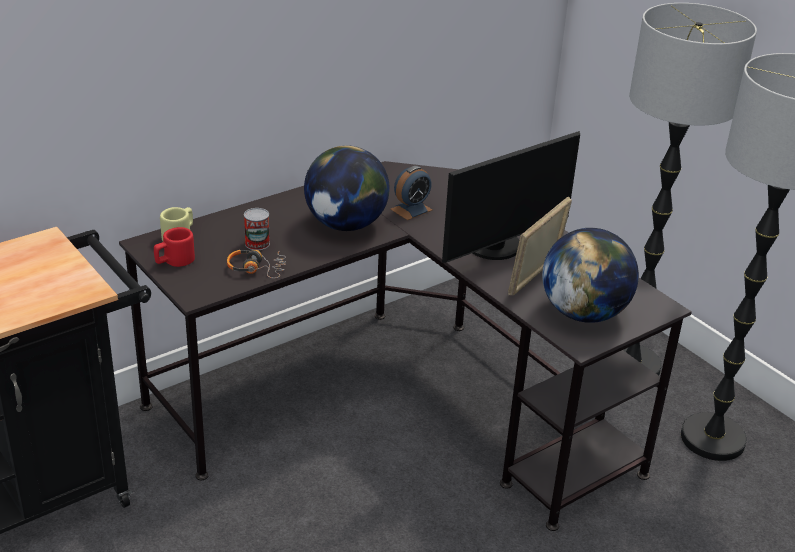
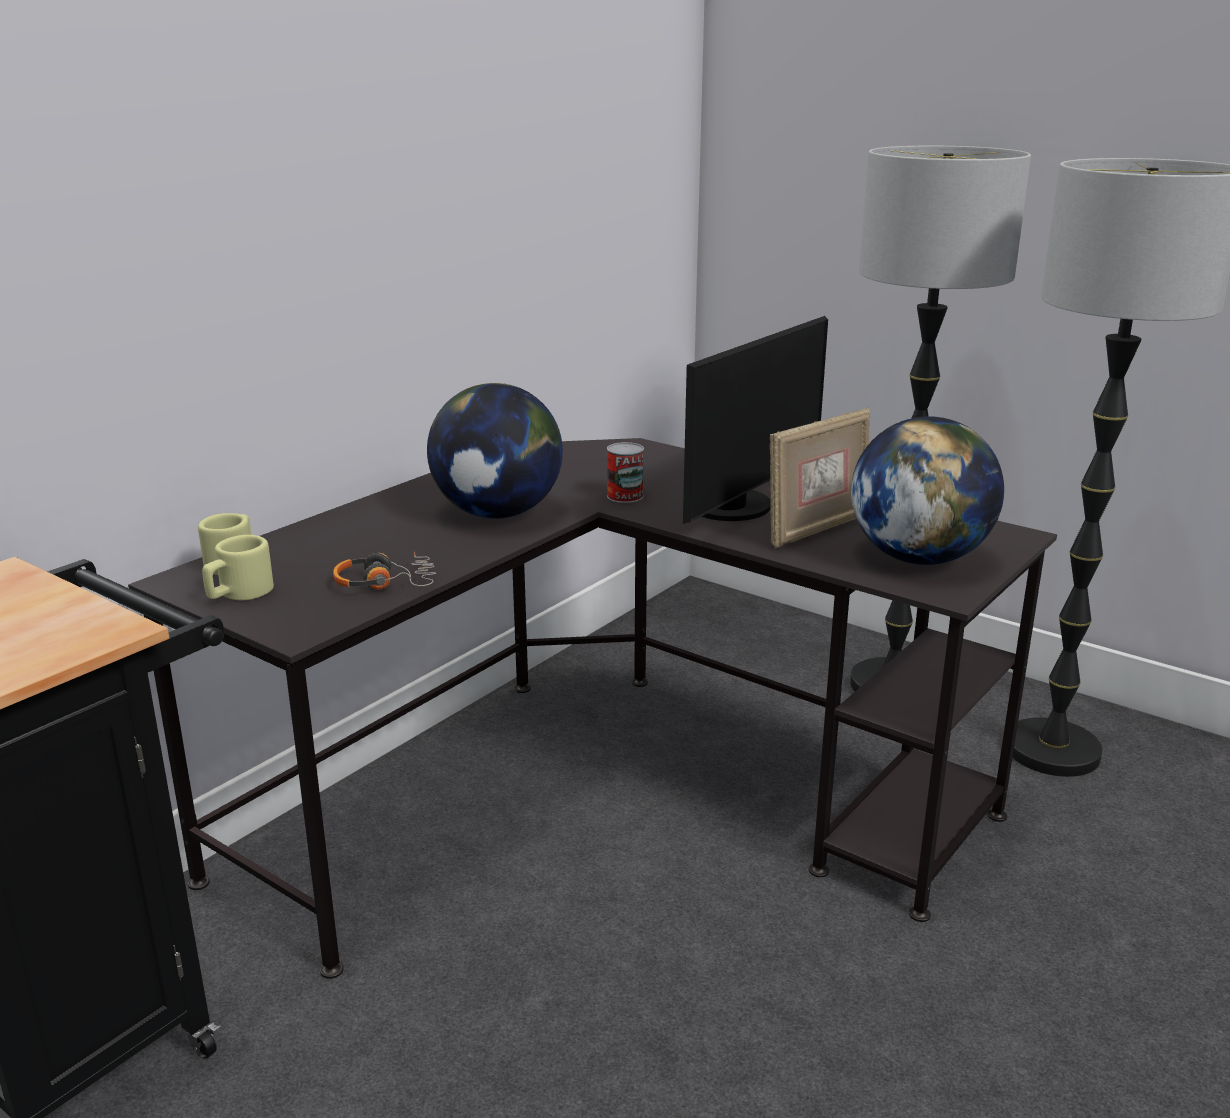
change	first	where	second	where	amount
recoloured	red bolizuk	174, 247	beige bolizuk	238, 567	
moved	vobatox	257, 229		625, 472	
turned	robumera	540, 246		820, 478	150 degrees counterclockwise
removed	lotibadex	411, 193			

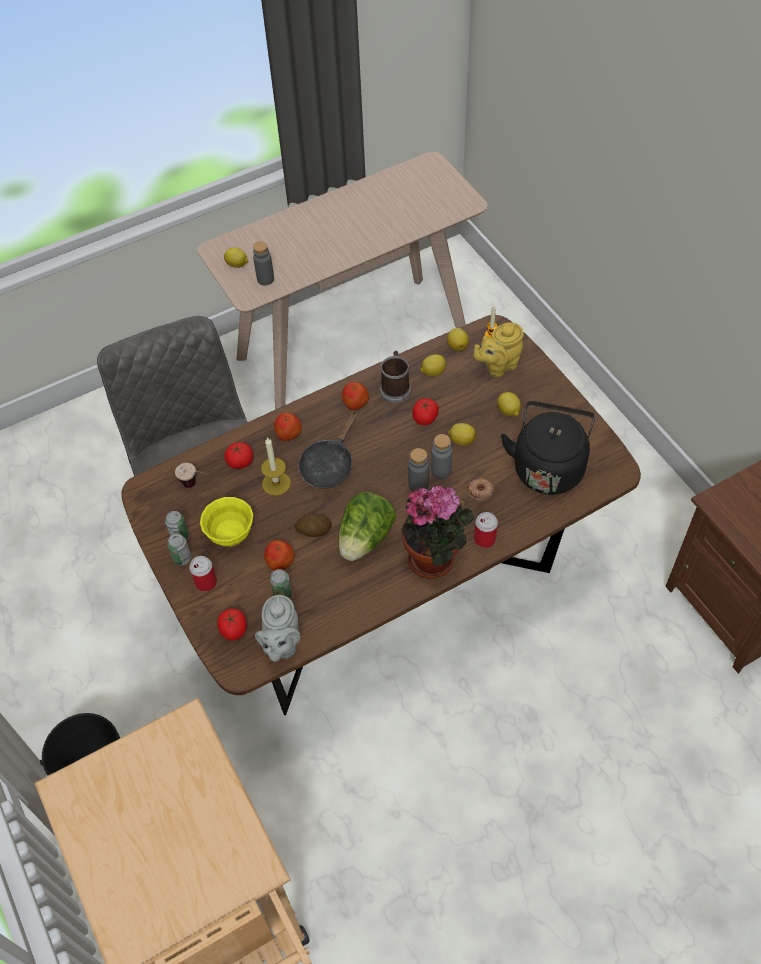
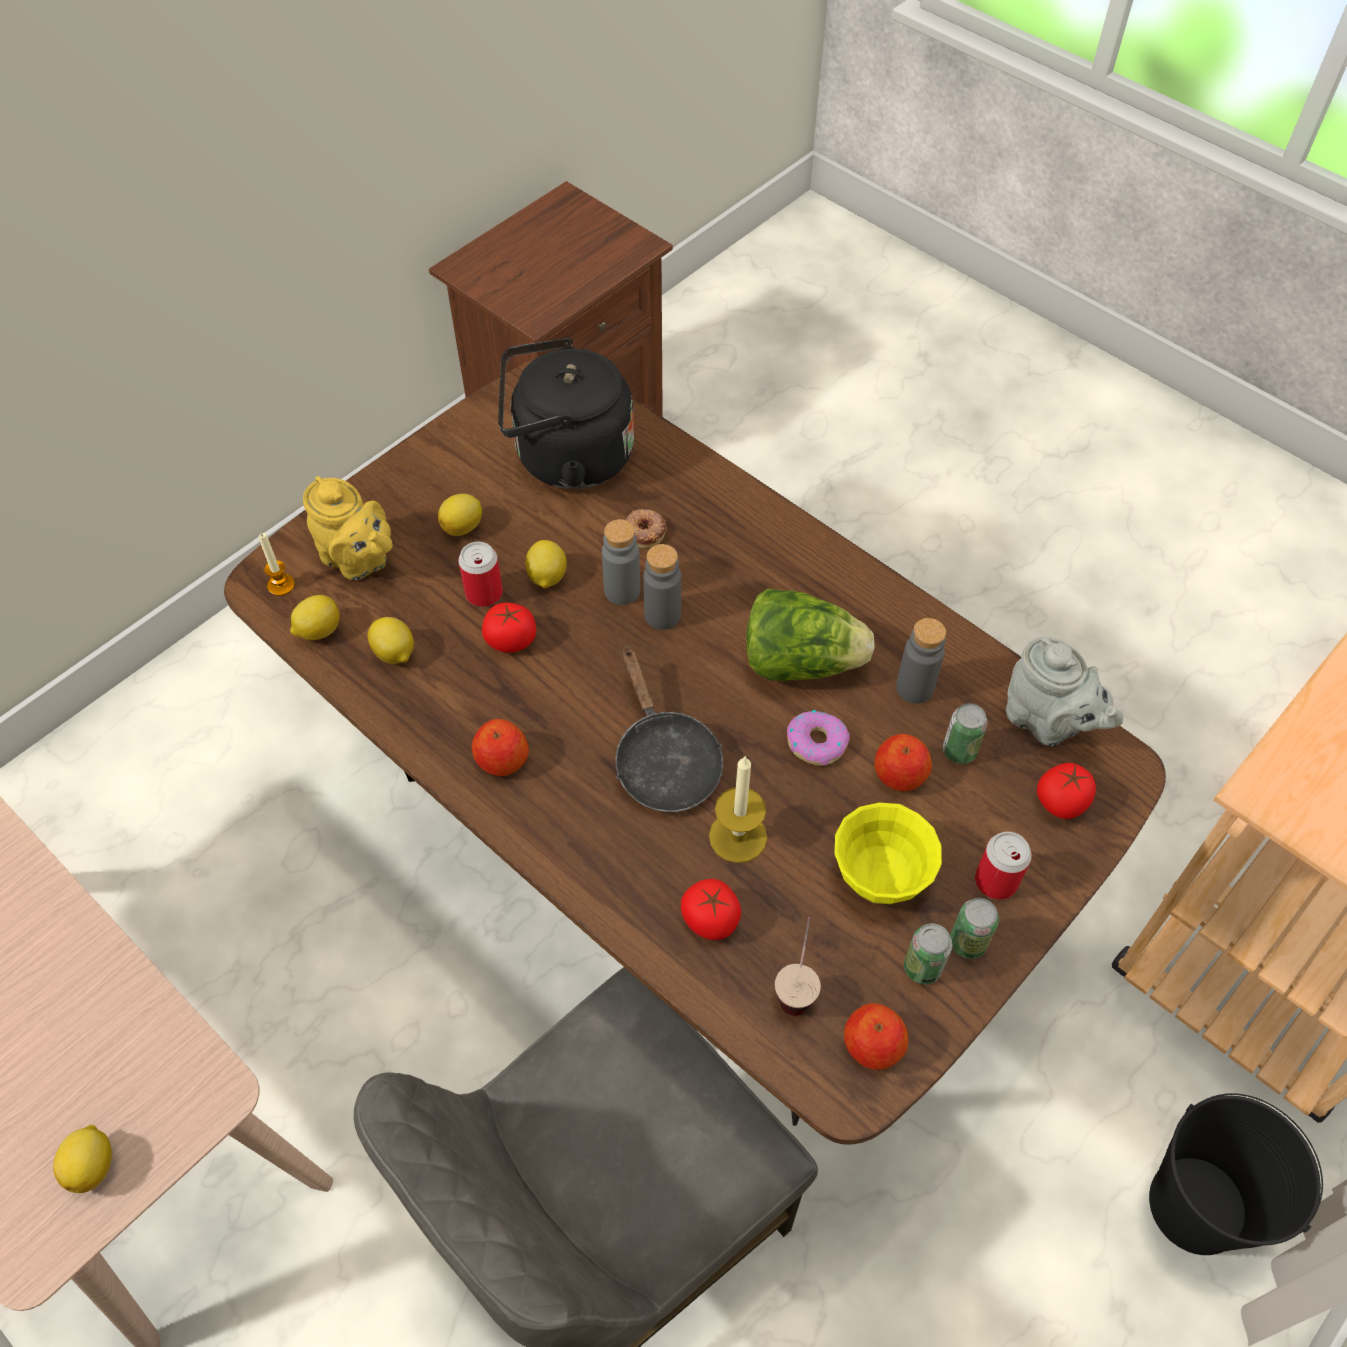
change	first	where	second	where	amount
moved	vobatox	486, 530		480, 574	
turned	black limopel	328, 449		669, 729	60 degrees clockwise
replaced	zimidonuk	313, 525	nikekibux	818, 738	
moved	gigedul	288, 426		876, 1036	
moved	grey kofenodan	263, 263		921, 661	
turned	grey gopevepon	277, 628		1064, 691	60 degrees clockwise
removed	bolizuk	395, 377			
removed	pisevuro	437, 532			

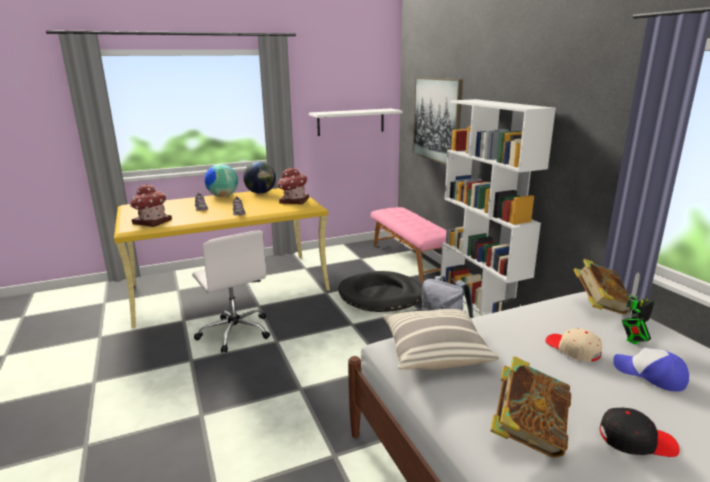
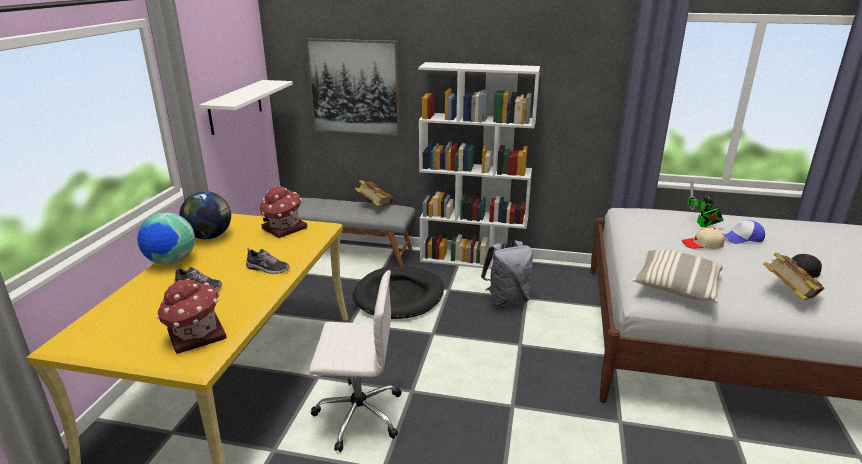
change	first	where	second	where	amount
recoloured	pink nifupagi	409, 244	grey nifupagi	356, 232	
moved	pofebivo	603, 286		374, 193	

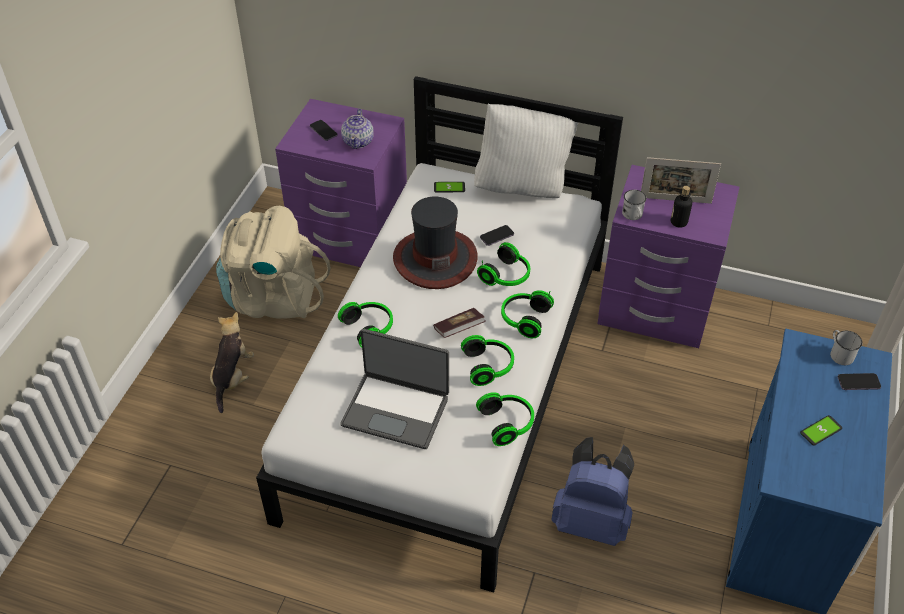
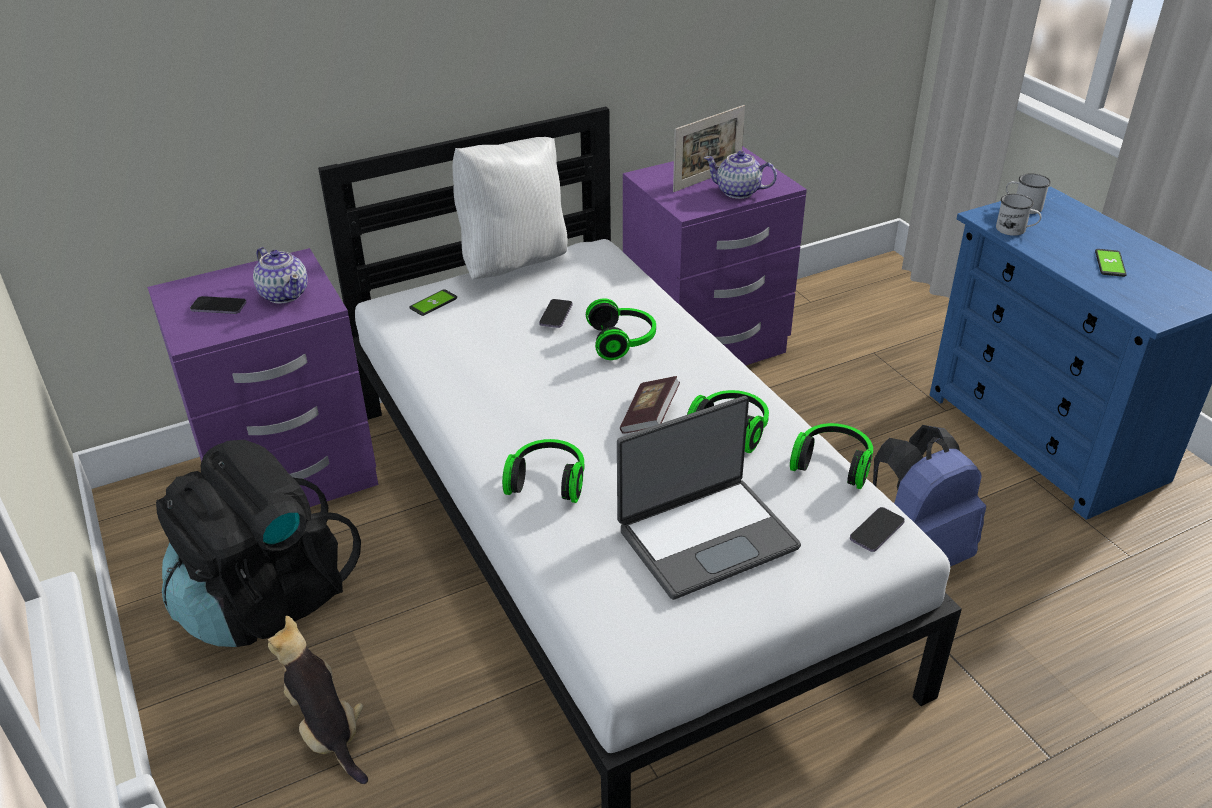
change	first	where	second	where	amount
recoloured	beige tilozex	273, 262	black tilozex	258, 543	
replaced	kofenodan	681, 206	gopevepon	740, 175	
moved	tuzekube	859, 381		877, 529	
moved	white bolizuk	634, 205		1018, 215	
removed	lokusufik	435, 243			
removed	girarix	527, 314			

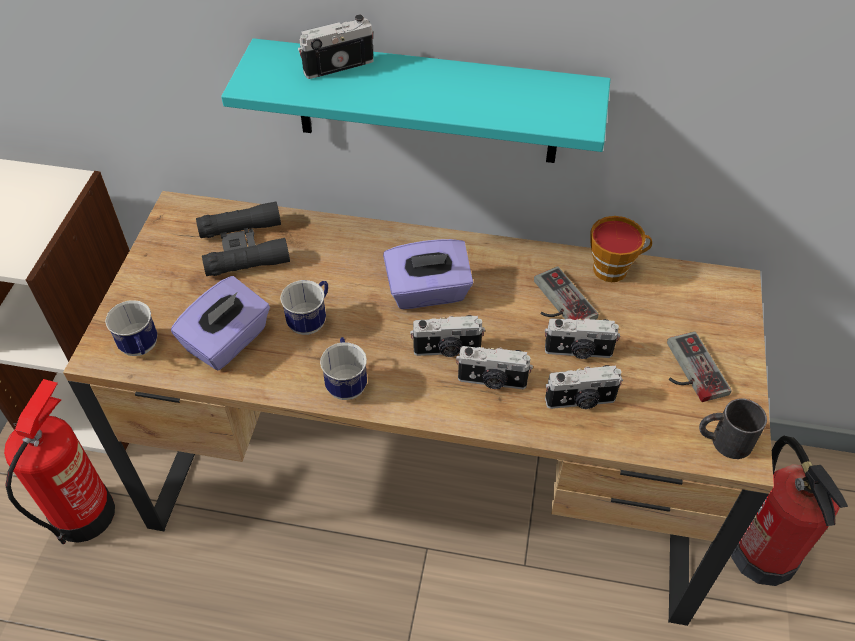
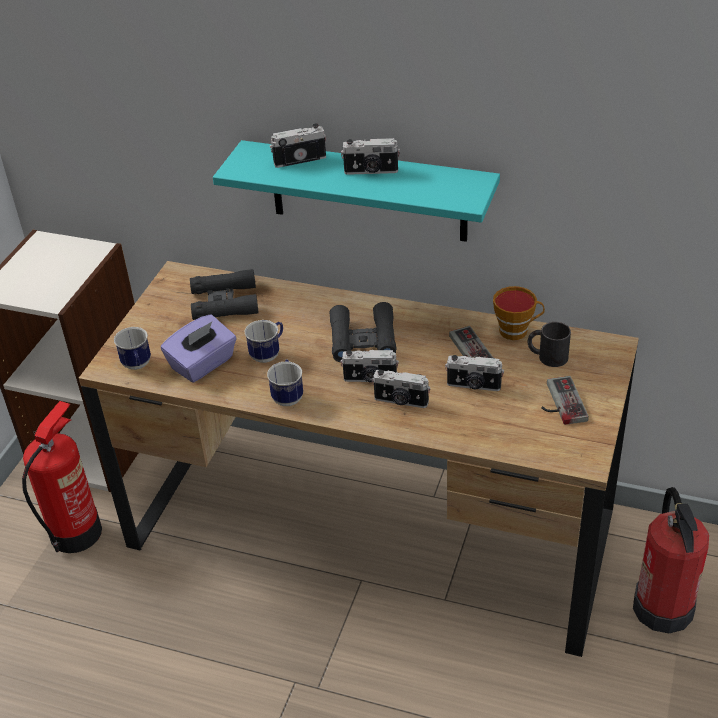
change	first	where	second	where	amount
replaced	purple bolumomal	428, 274	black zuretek	363, 332	
moved	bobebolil	584, 387		370, 156	
moved	black bolizuk	733, 428		549, 344	

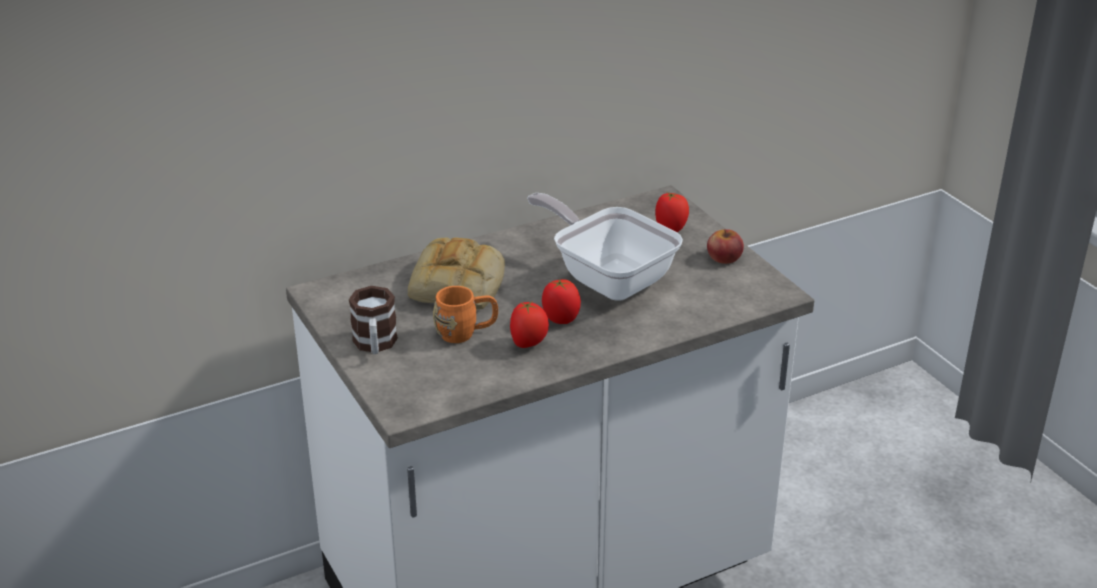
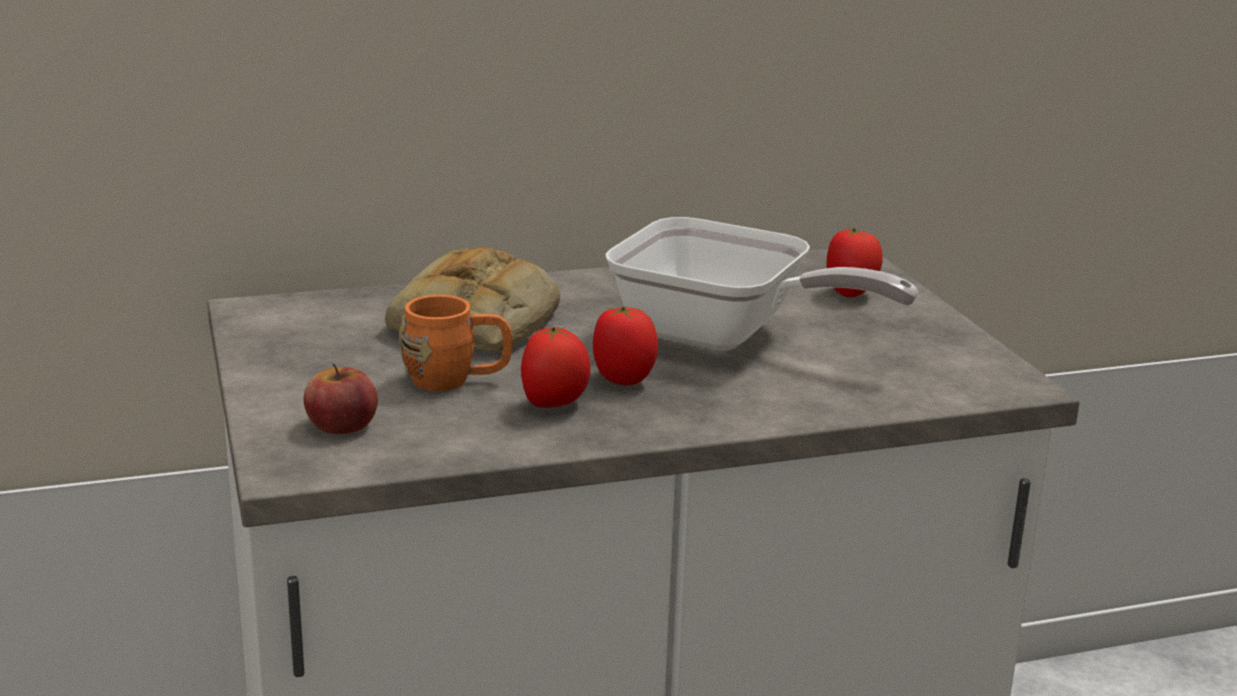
change	first	where	second	where	amount
moved	gigedul	725, 246		341, 398	
turned	limopel	605, 247		761, 284	150 degrees clockwise
removed	bolizuk	373, 320			

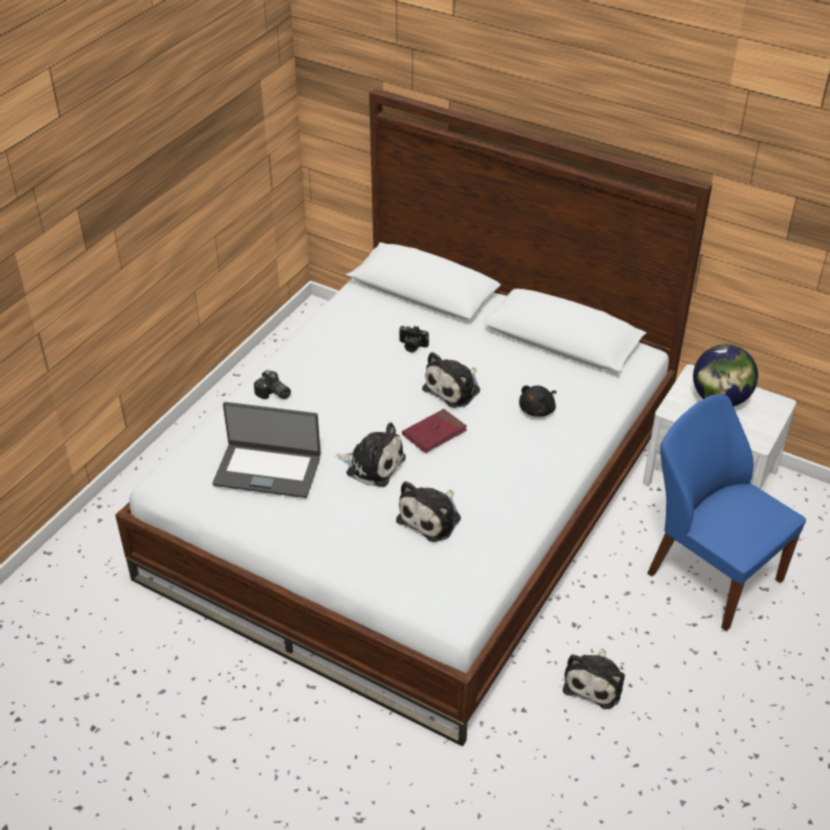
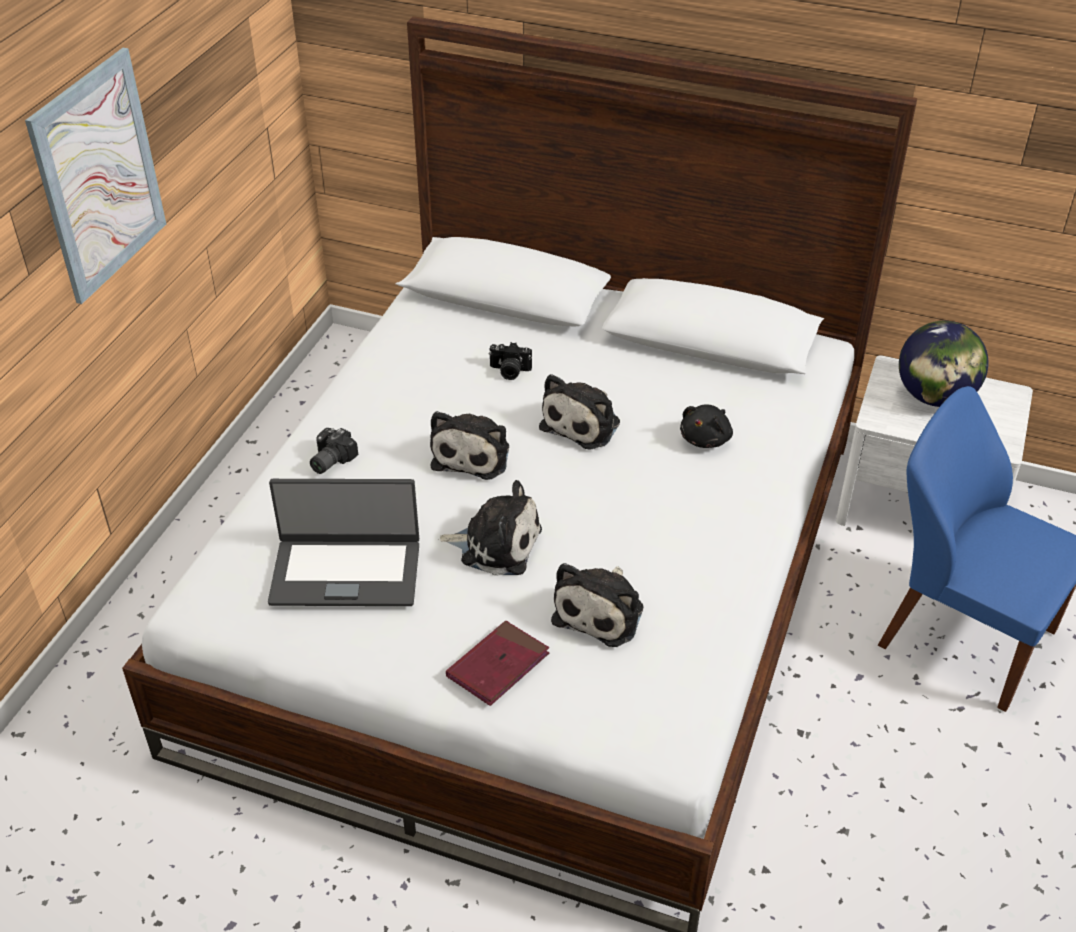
change	first	where	second	where	amount
added			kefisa	95, 176	
turned	bobebolil	272, 384		334, 451	90 degrees clockwise
moved	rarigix	594, 678		469, 445	
moved	red pofebivo	434, 431		497, 663	

